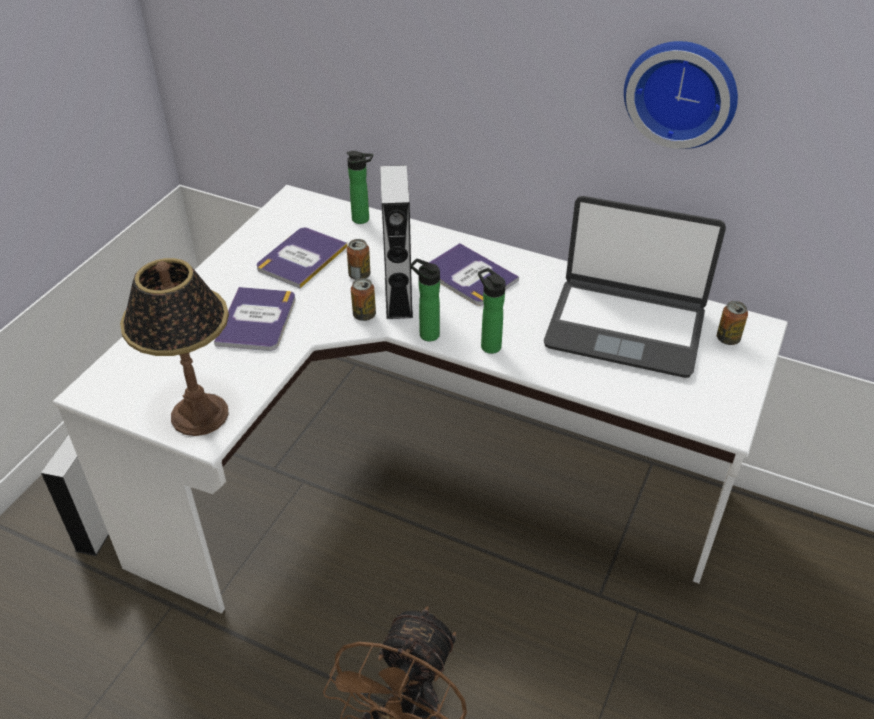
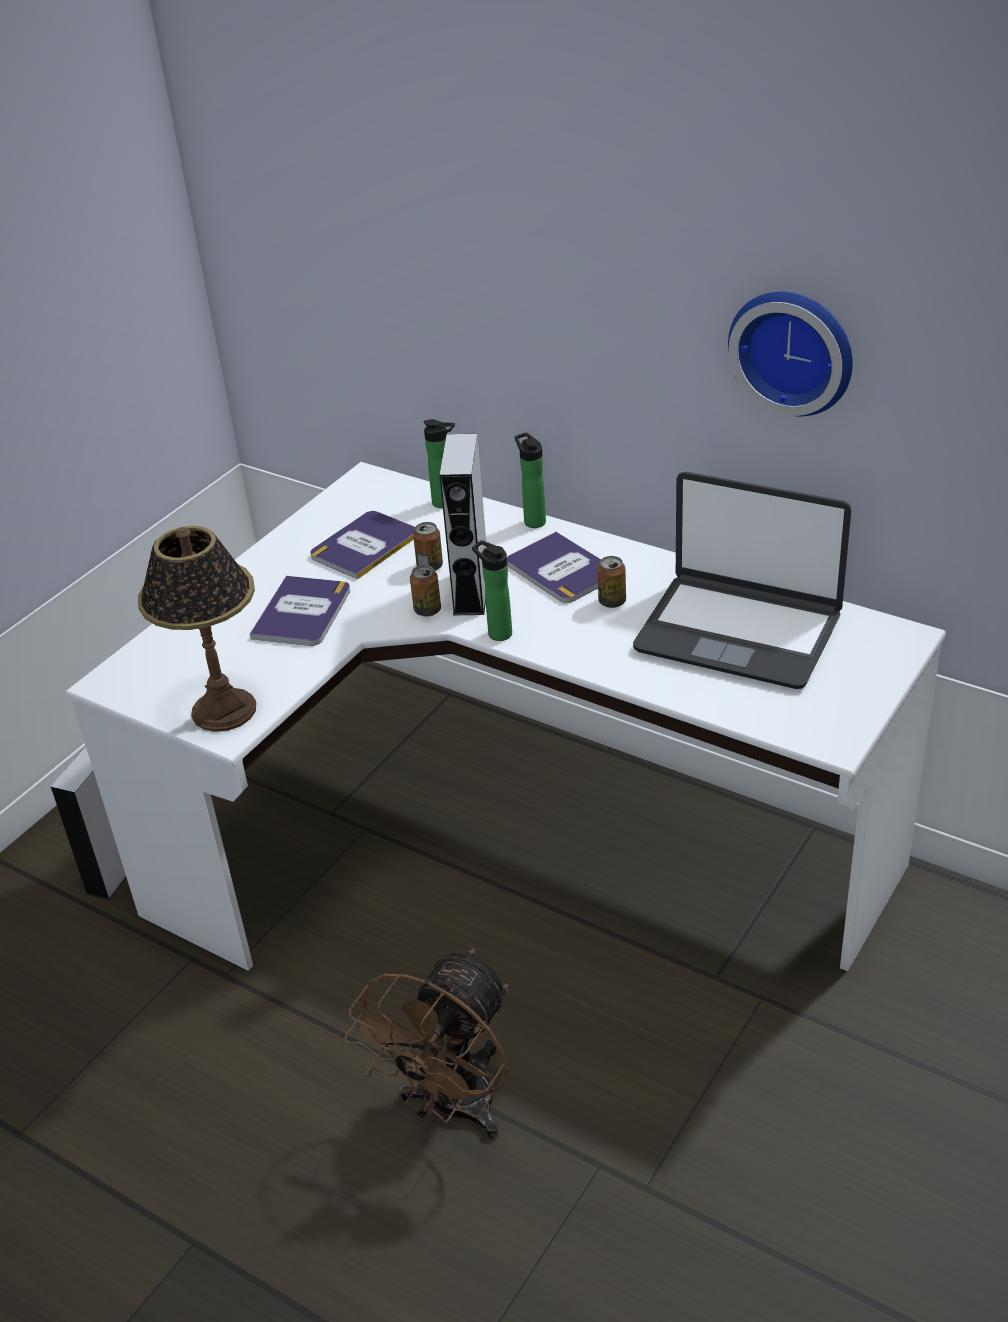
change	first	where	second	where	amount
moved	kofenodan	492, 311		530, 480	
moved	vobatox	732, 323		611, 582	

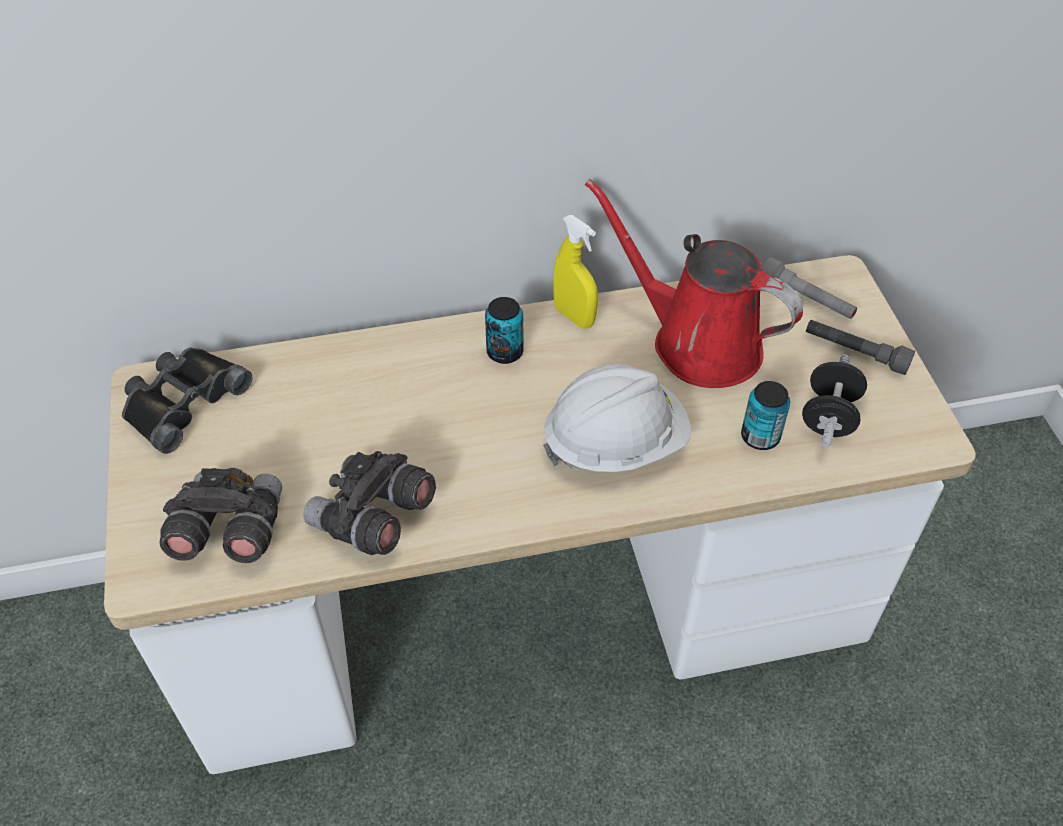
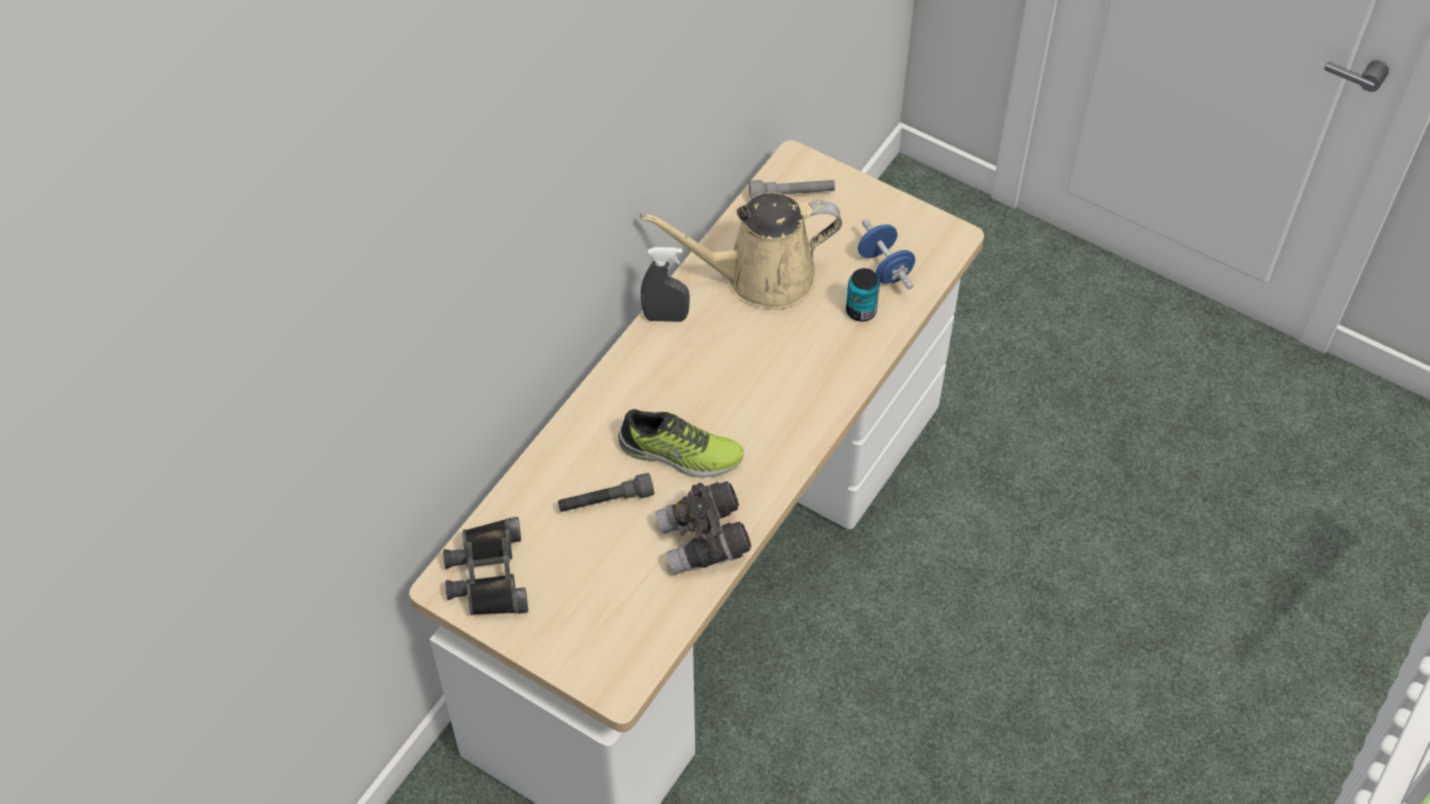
change	first	where	second	where	amount
moved	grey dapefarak	860, 347		606, 492	
added			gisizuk	681, 443	
recoloured	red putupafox	694, 283	beige putupafox	741, 251	
recoloured	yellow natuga	575, 271	grey natuga	665, 284	
recoloured	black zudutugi	834, 401	blue zudutugi	886, 254	
removed	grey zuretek	221, 515			
removed	vobatox	504, 330			
removed	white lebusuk	617, 417			

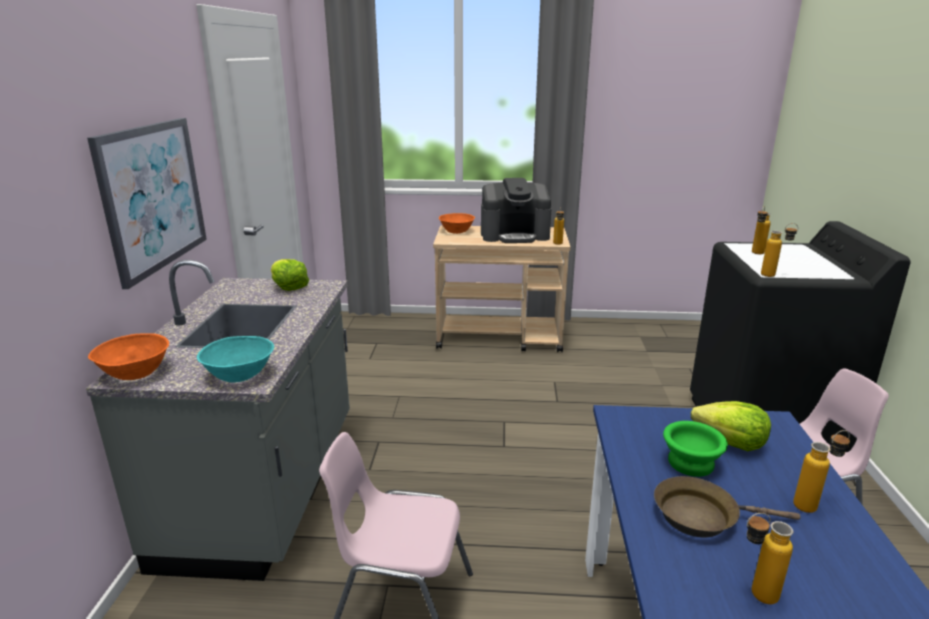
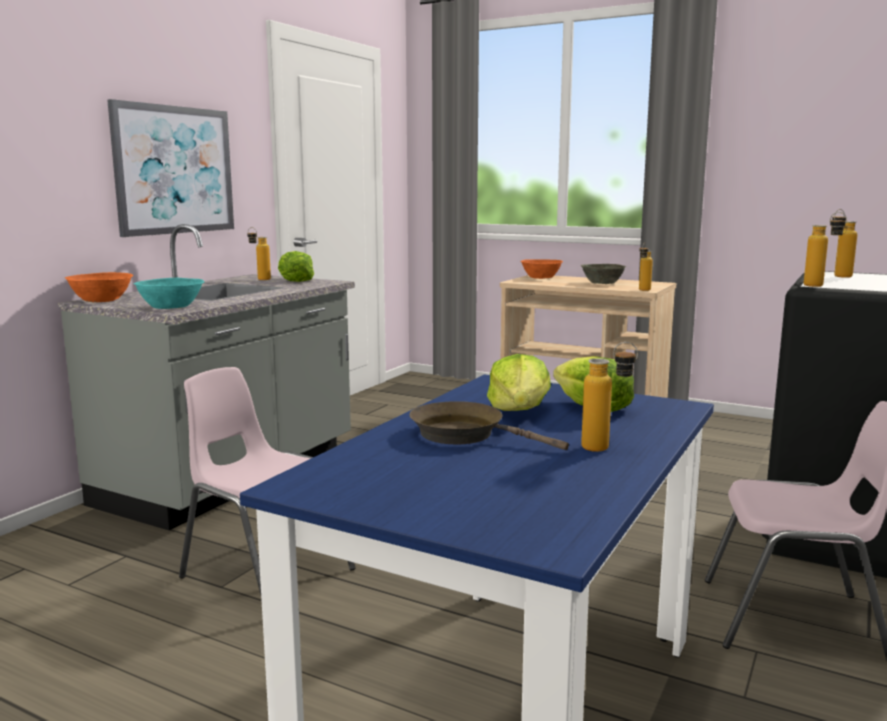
change	first	where	second	where	amount
moved	kofenodan	770, 558		259, 253	
replaced	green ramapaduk	695, 449	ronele	519, 382	
replaced	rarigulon	516, 210	grey ramapaduk	603, 274	

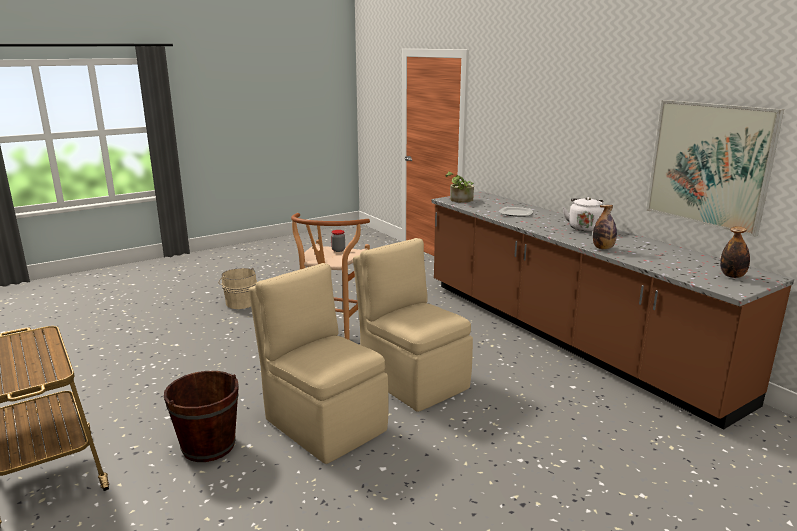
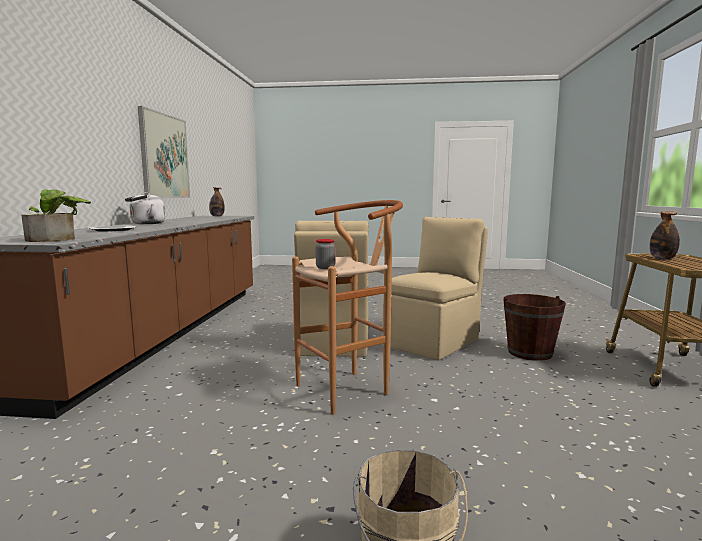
change	first	where	second	where	amount
turned	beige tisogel	319, 363		435, 288	135 degrees counterclockwise
moved	kofenodan	605, 227		665, 235	

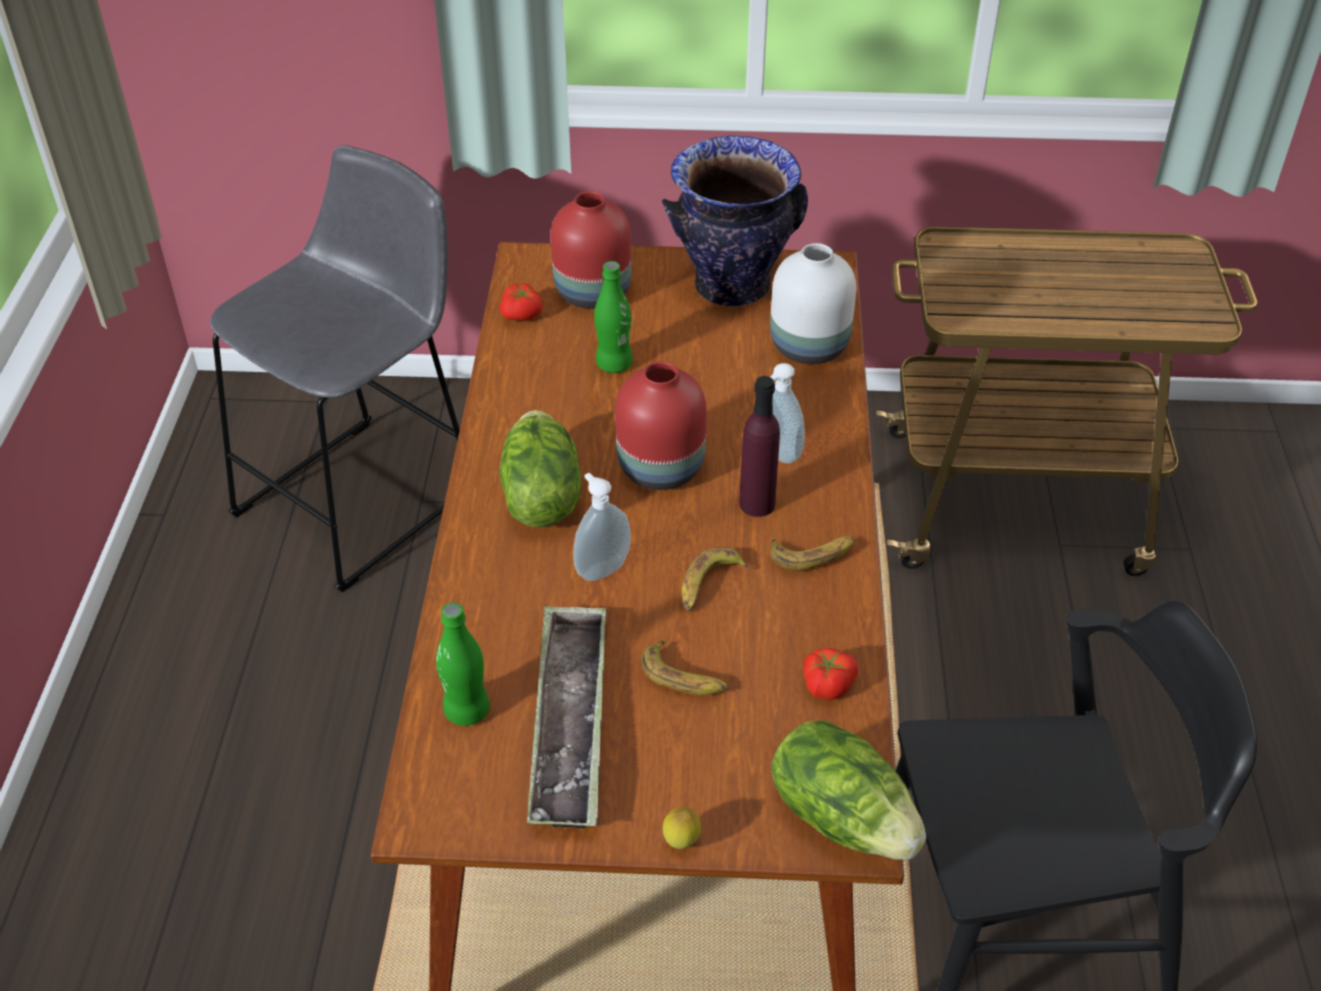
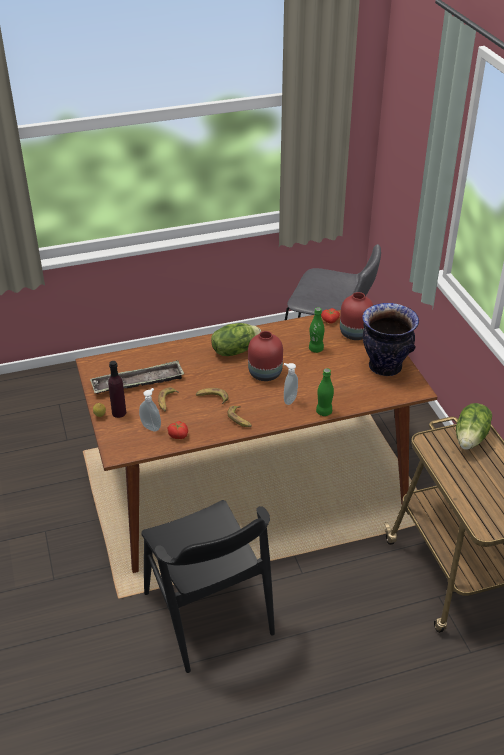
change	first	where	second	where	amount
moved	purple kofenodan	759, 446		117, 389	
moved	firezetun	602, 527		150, 409	
moved	green kofenodan	463, 664		325, 392	
moved	ronele	848, 790		474, 426	
removed	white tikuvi	813, 303			

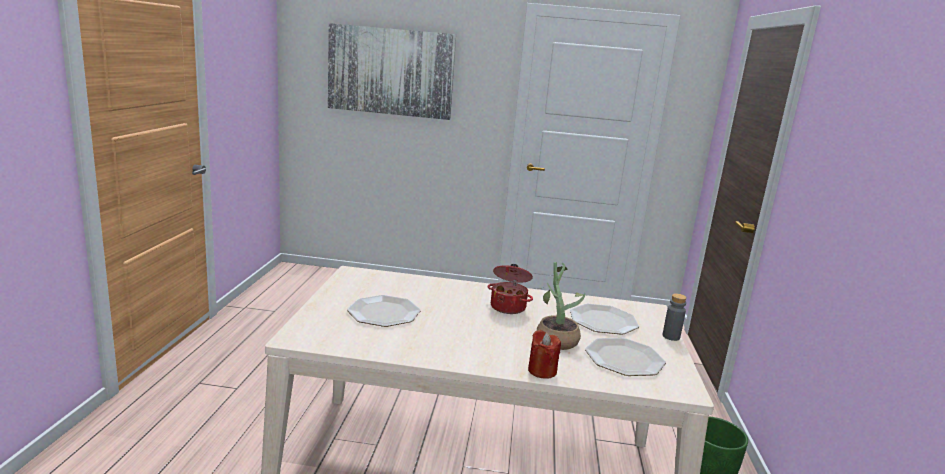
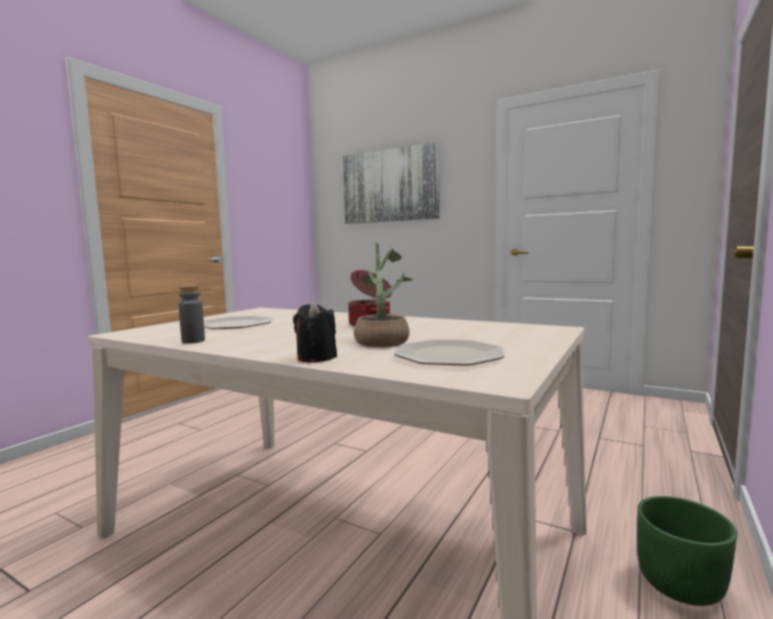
change	first	where	second	where	amount
moved	grey kofenodan	674, 317		191, 314	
recoloured	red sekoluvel	544, 354	black sekoluvel	315, 332	
removed	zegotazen	604, 319			

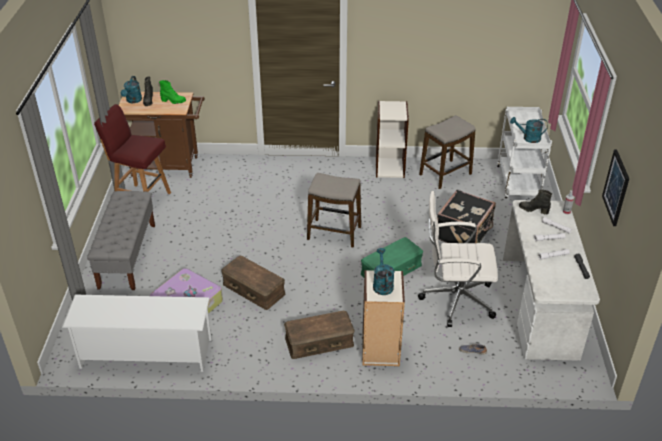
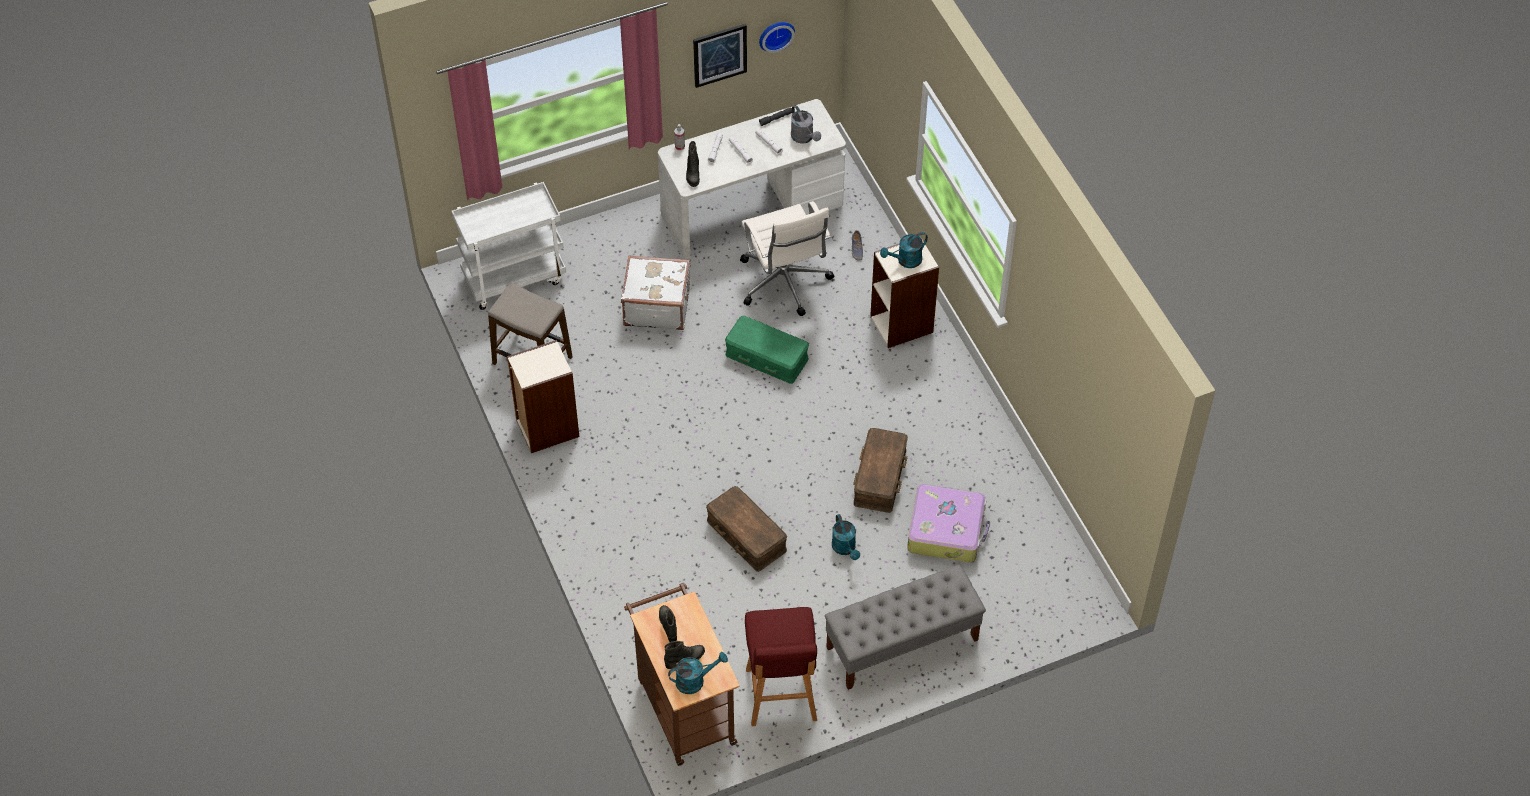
change	first	where	second	where	amount
recoloured	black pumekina	466, 216	white pumekina	655, 292	
recoloured	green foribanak	172, 92	black foribanak	668, 623	
moved	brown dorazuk	319, 335		746, 529	
added			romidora	777, 37	
added			grey putupafox	806, 124	
moved	turquoise putupafox	529, 130		846, 537	
removed	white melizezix	137, 333			
removed	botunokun	334, 210			

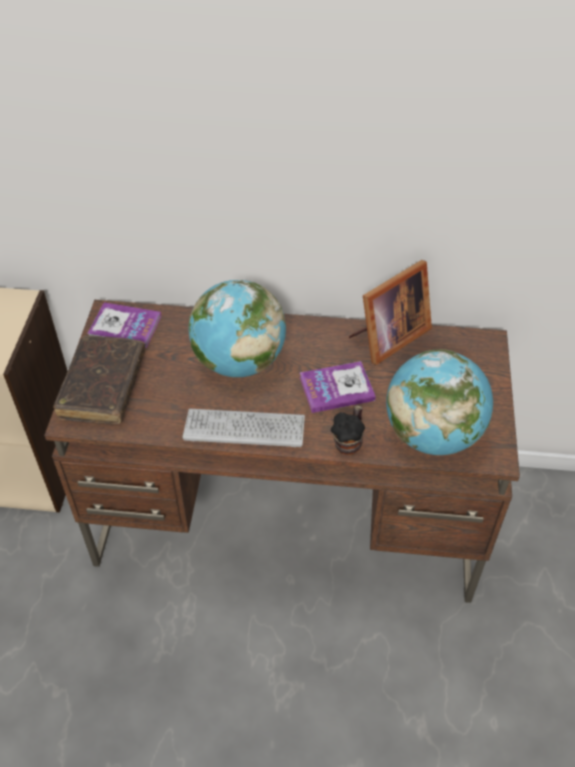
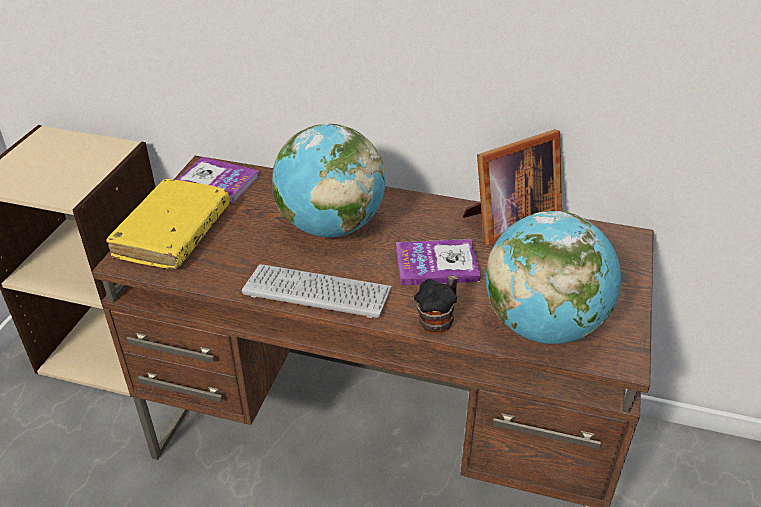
change	first	where	second	where	amount
recoloured	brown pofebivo	99, 379	yellow pofebivo	167, 224	

